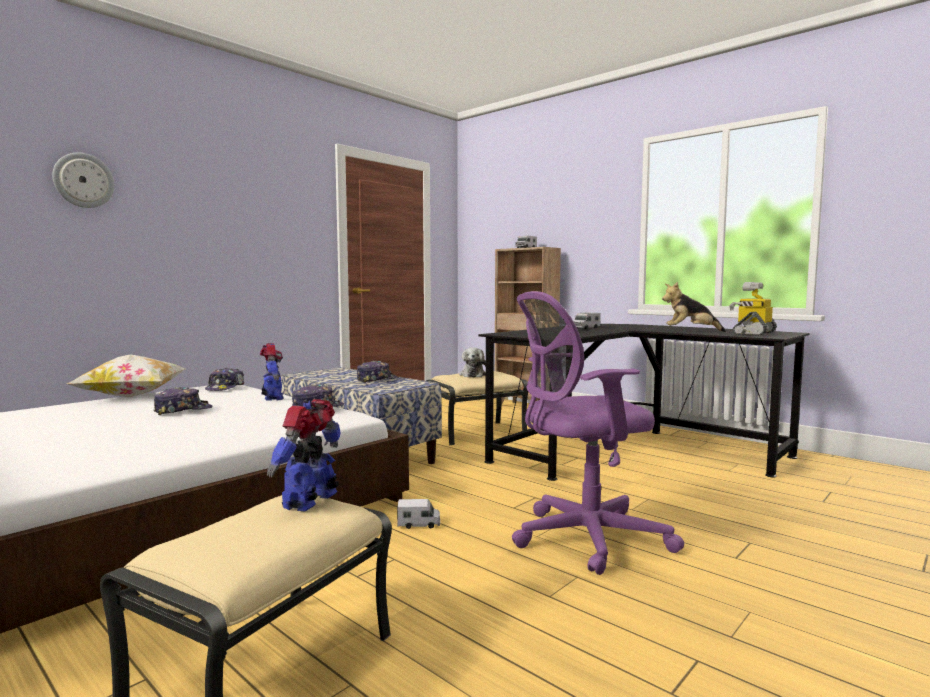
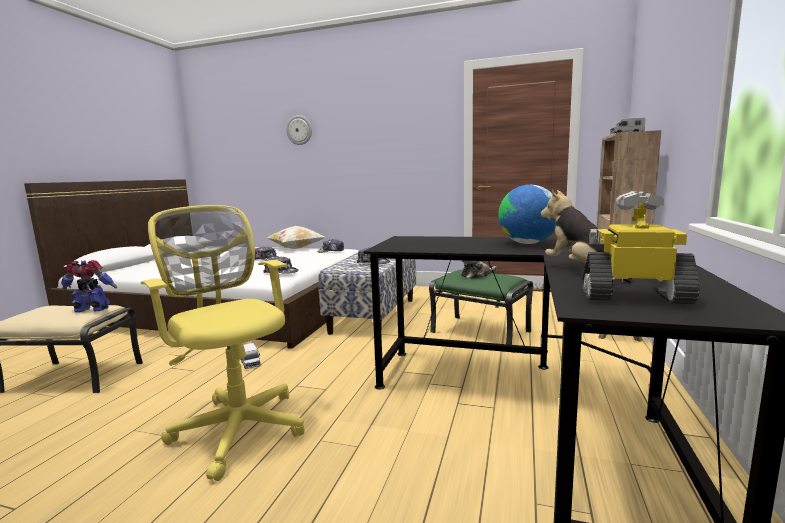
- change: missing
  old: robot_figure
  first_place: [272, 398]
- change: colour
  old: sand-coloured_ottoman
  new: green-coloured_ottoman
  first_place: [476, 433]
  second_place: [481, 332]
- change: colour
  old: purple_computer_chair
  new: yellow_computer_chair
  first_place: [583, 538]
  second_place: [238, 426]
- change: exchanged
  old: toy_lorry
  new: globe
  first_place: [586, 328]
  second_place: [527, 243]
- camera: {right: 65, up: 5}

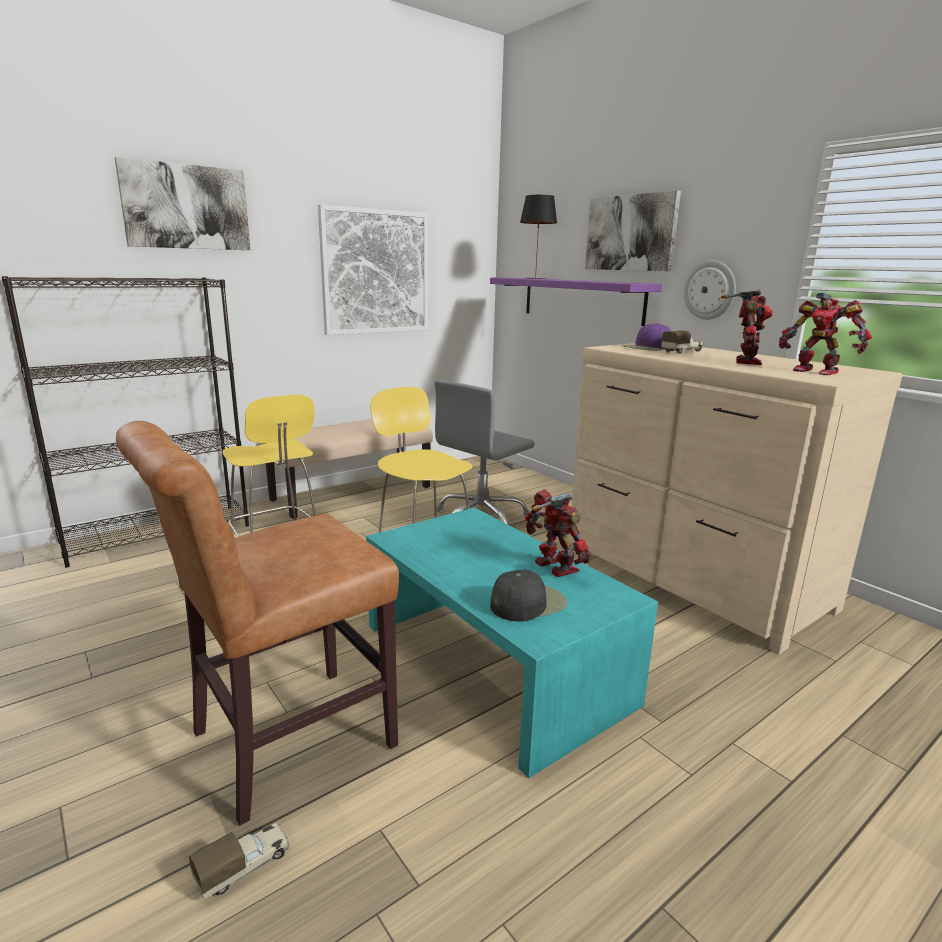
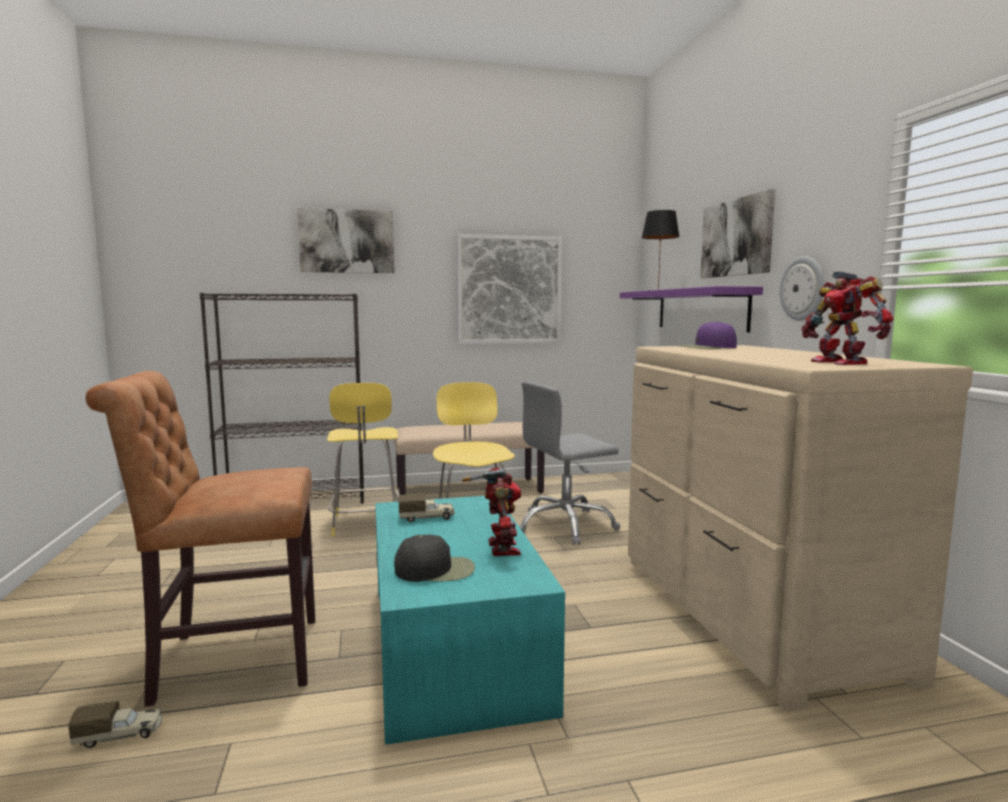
- change: relocated
  old: toy_lorry
  first_place: [682, 351]
  second_place: [427, 518]
- change: missing
  old: robot_figure
  first_place: [745, 361]
- camera: {right: 25, up: -10}

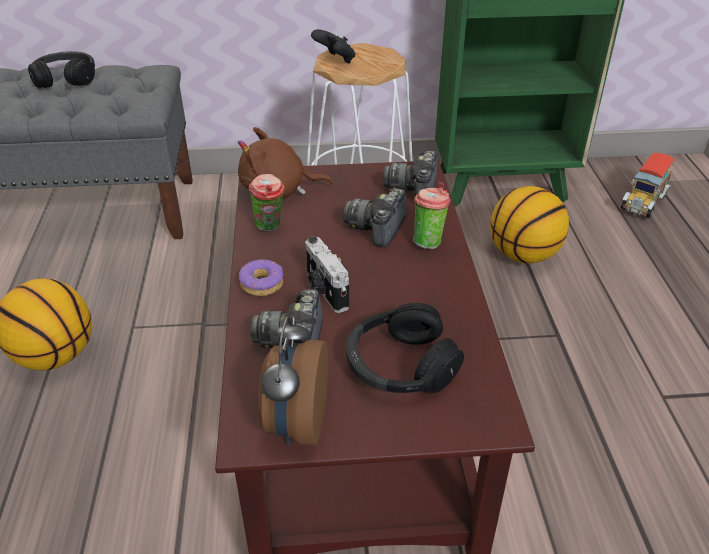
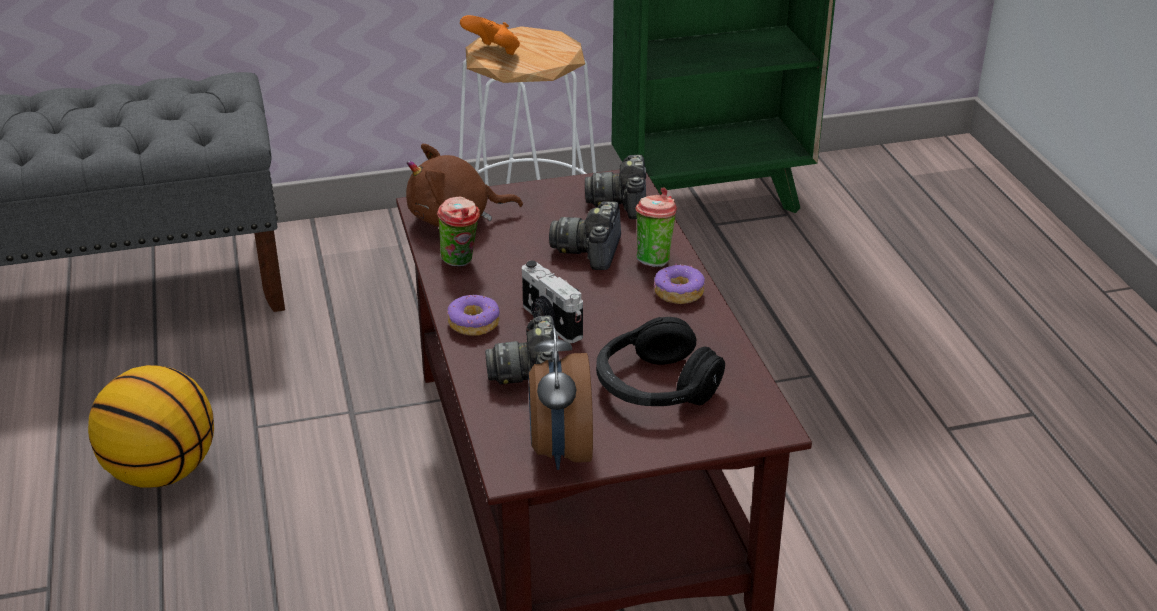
- change: missing
  old: black-coloured_pair_of_headphones
  first_place: [66, 79]
- change: colour
  old: black-coloured_joypad
  new: orange-coloured_joypad
  first_place: [335, 60]
  second_place: [493, 52]
- change: missing
  old: basketball
  first_place: [523, 254]
- change: missing
  old: toy_lorry
  first_place: [642, 203]
- change: appeared
  new: doughnut
  second_place: [678, 292]
- camera: {right: -10, up: -5}

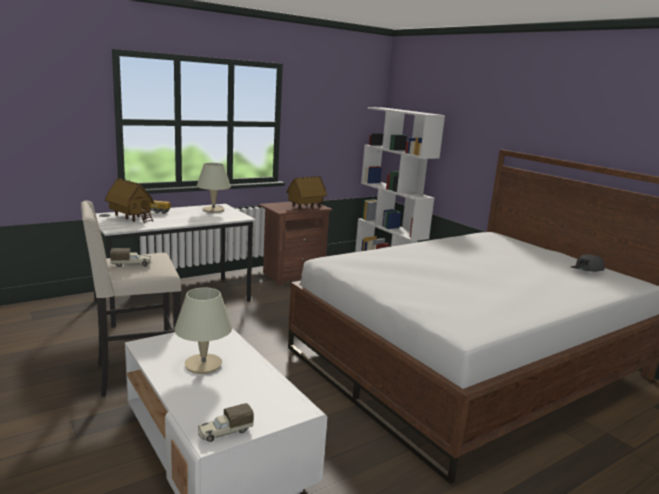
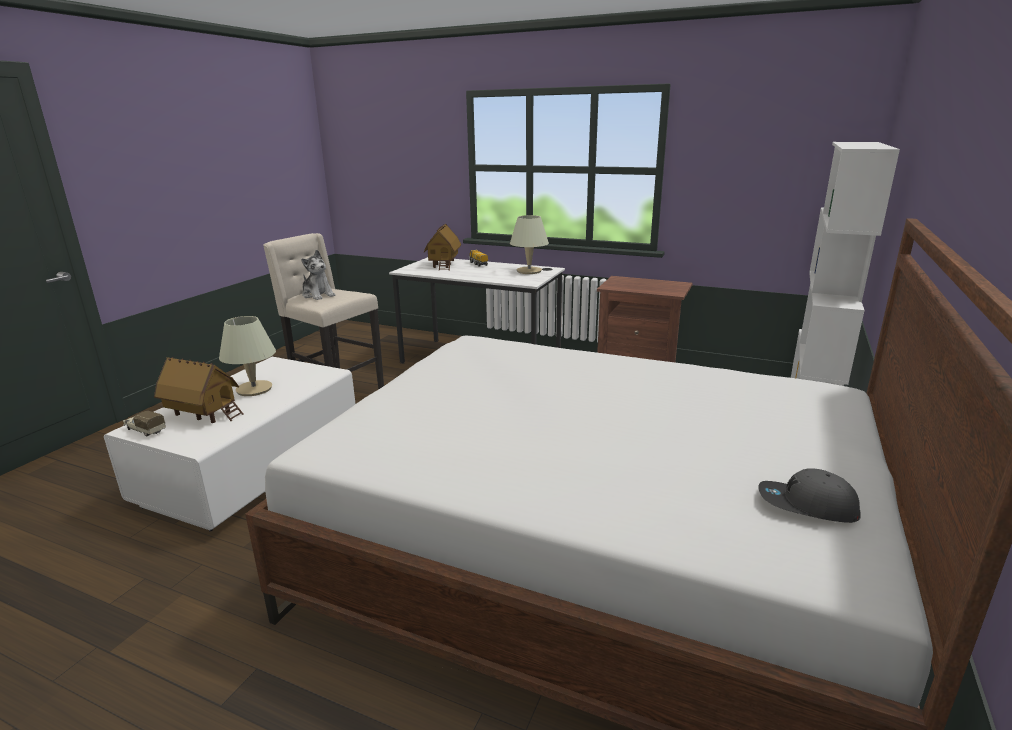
- change: exchanged
  old: toy_lorry
  new: soft_toy
  first_place: [131, 264]
  second_place: [318, 295]
- change: relocated
  old: miniature_house
  first_place: [306, 207]
  second_place: [203, 415]
- camera: {right: 60, up: 5}

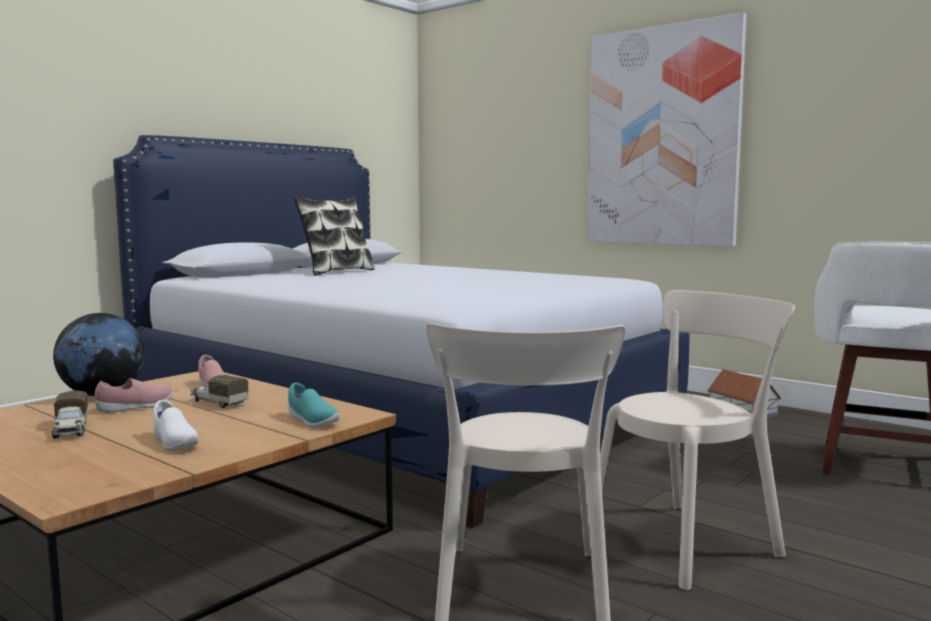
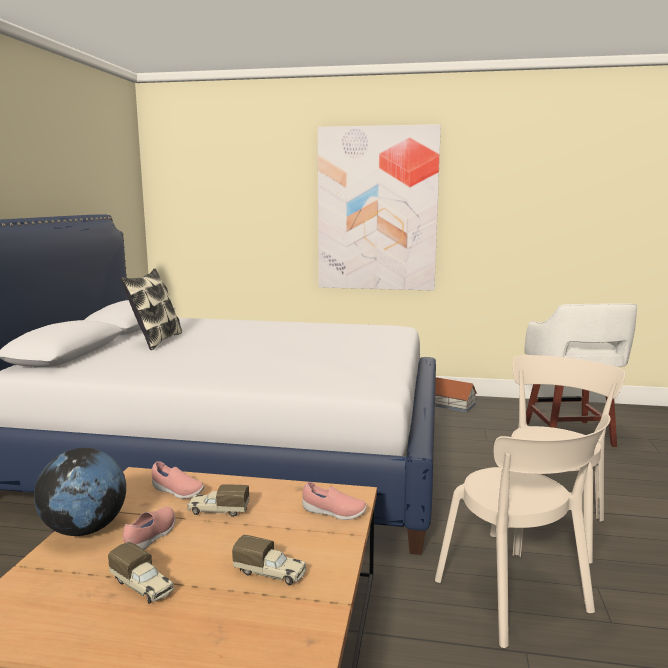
- change: exchanged
  old: whitish_shoe
  new: toy_lorry
  first_place: [173, 443]
  second_place: [271, 573]
- change: colour
  old: turquoise_shoe
  new: pink-coloured_shoe
  first_place: [311, 421]
  second_place: [333, 513]
- camera: {right: -30, up: 5}

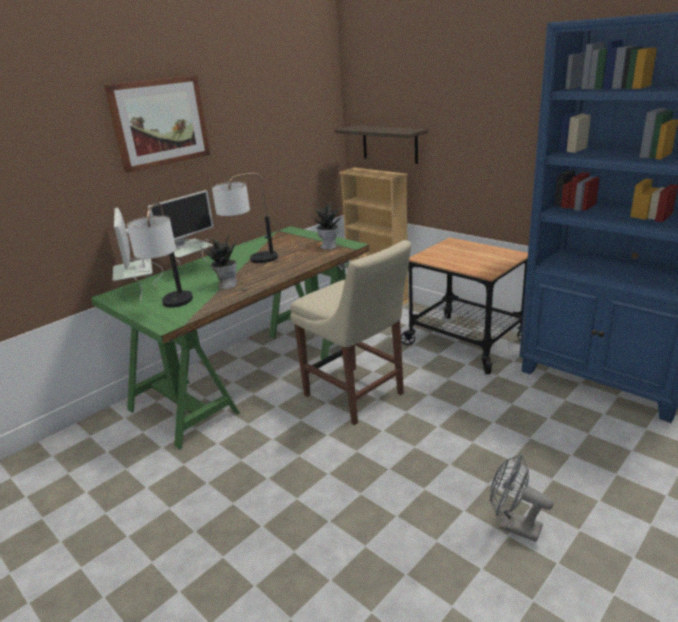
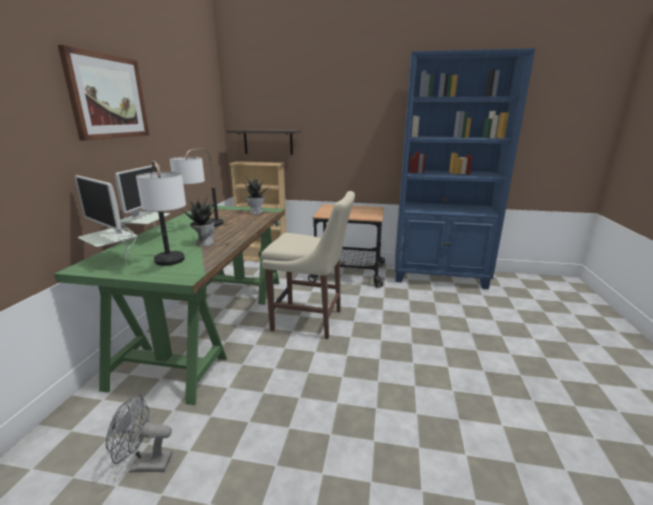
- change: relocated
  old: gray_cooling_fan
  first_place: [513, 526]
  second_place: [144, 464]
- camera: {right: -35, up: -5}

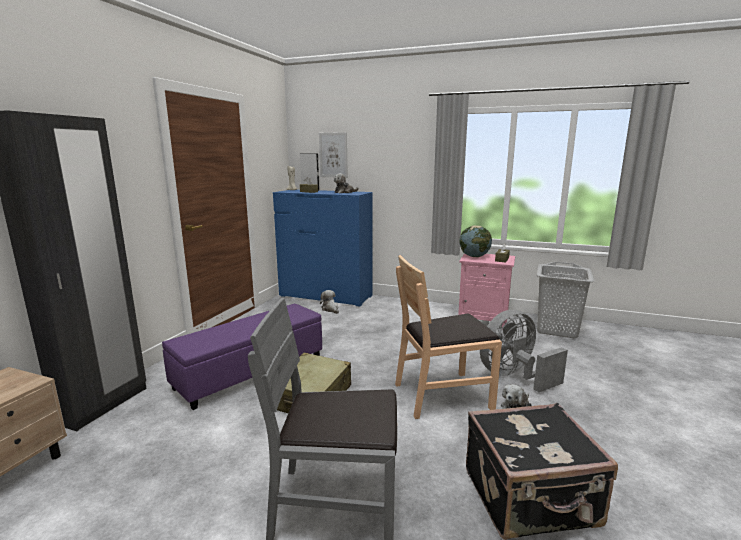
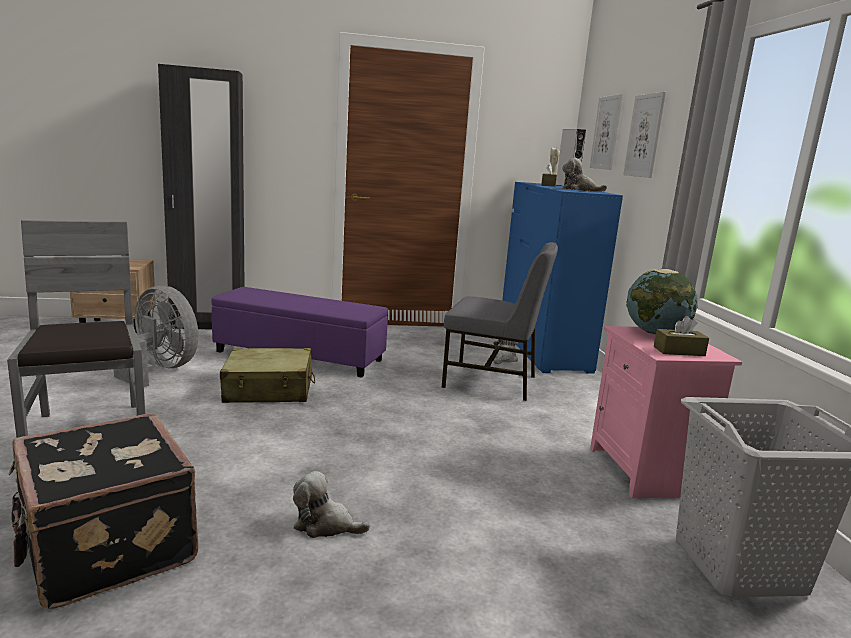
- change: missing
  old: brown_plain_chair
  first_place: [442, 395]
- change: relocated
  old: gray_cooling_fan
  first_place: [514, 376]
  second_place: [159, 370]
- change: appeared
  new: gray_plain_chair
  second_place: [492, 381]
- change: appeared
  new: picture
  second_place: [644, 135]
- camera: {right: 60, up: 0}

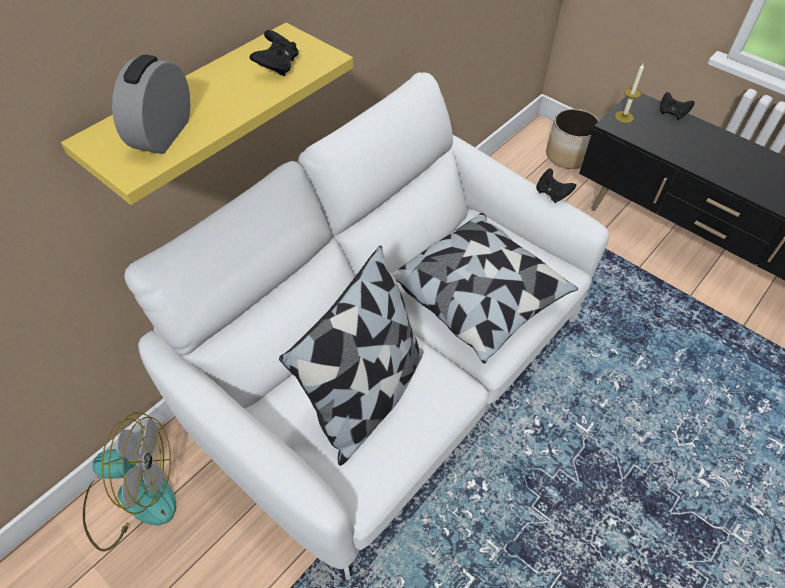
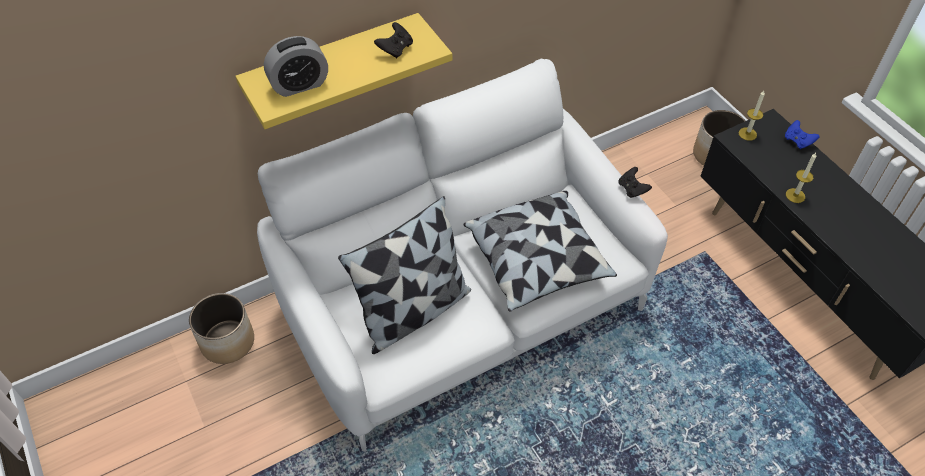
- change: exchanged
  old: cooling_fan
  new: flower_pot
  first_place: [133, 496]
  second_place: [228, 341]
- change: spun
  old: alarm_clock
  first_place: [163, 134]
  second_place: [299, 85]
  degrees: -150
- change: colour
  old: black-coloured_joypad
  new: blue-coloured_joypad
  first_place: [672, 113]
  second_place: [797, 141]
- change: appeared
  new: wax_candle
  second_place: [795, 195]
- camera: {right: 20, up: 0}

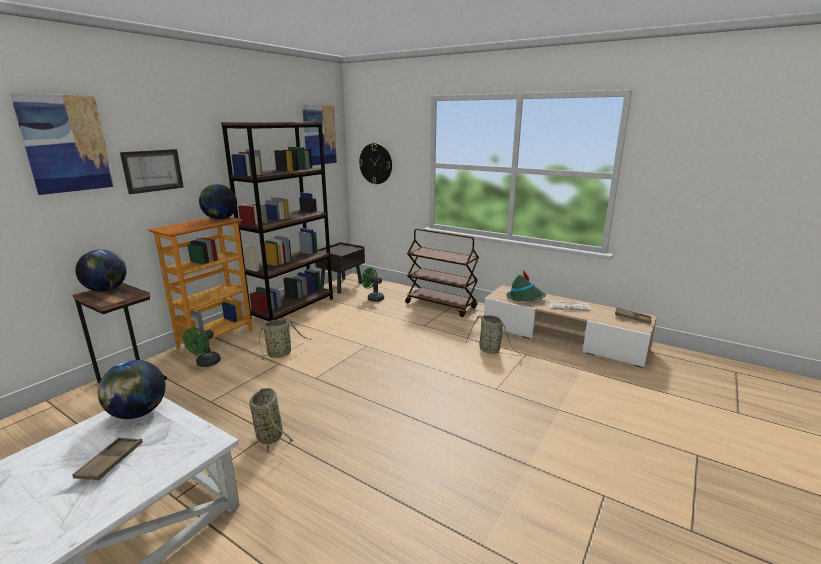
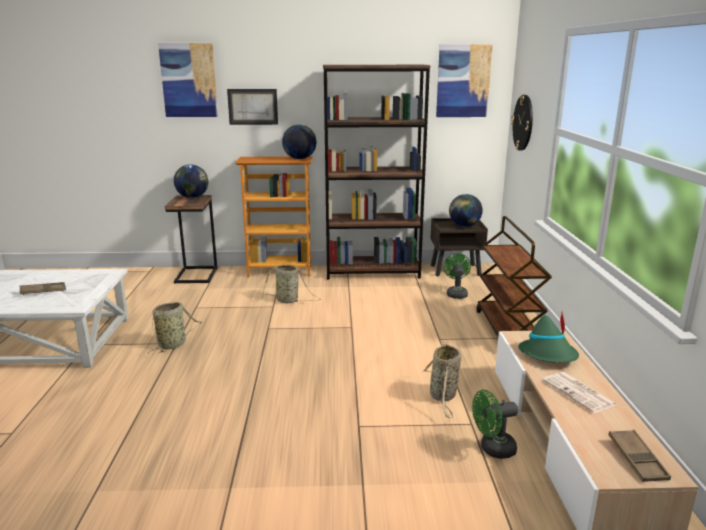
- change: relocated
  old: globe
  first_place: [138, 413]
  second_place: [464, 226]
- change: relocated
  old: green-coloured_cooling_fan
  first_place: [205, 364]
  second_place: [492, 449]
- camera: {right: 55, up: 0}

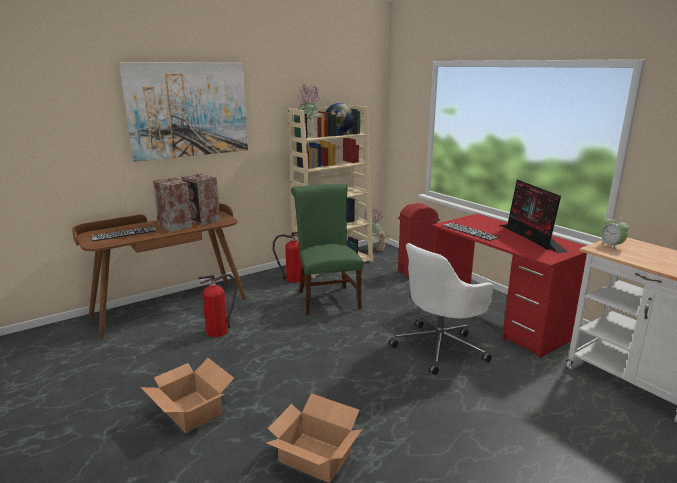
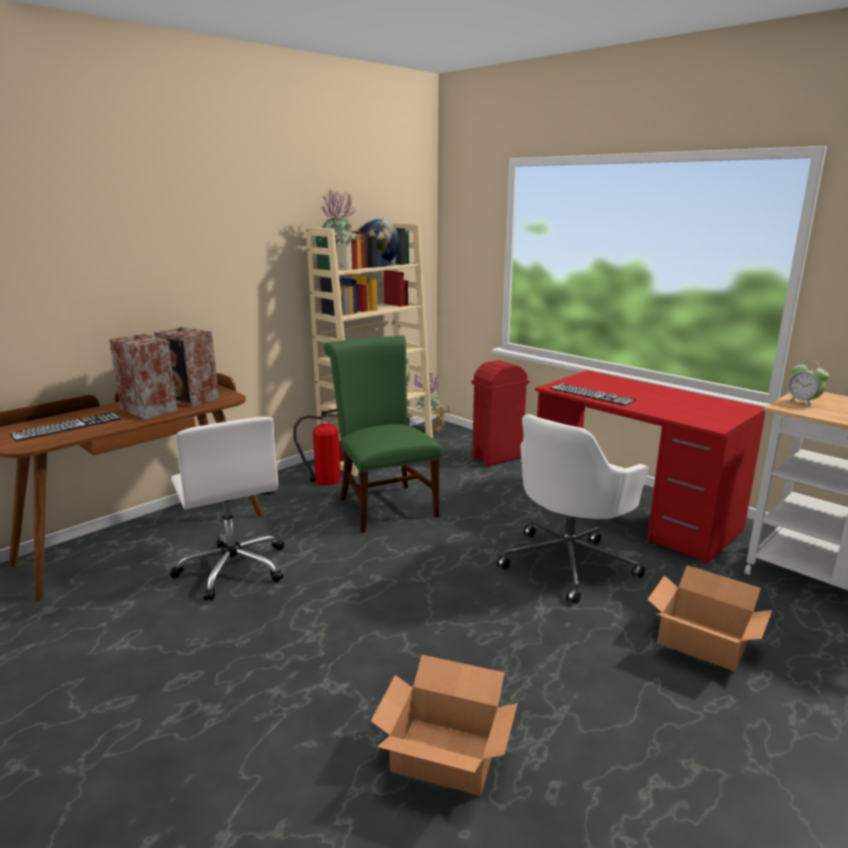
- change: missing
  old: picture
  first_place: [188, 110]
- change: relocated
  old: carton
  first_place: [192, 410]
  second_place: [702, 640]
- change: exchanged
  old: fire-fighting_cylinder
  new: whitish_computer_chair
  first_place: [219, 330]
  second_place: [233, 568]
- change: missing
  old: monitor
  first_place: [531, 238]
- camera: {right: -10, up: 0}

